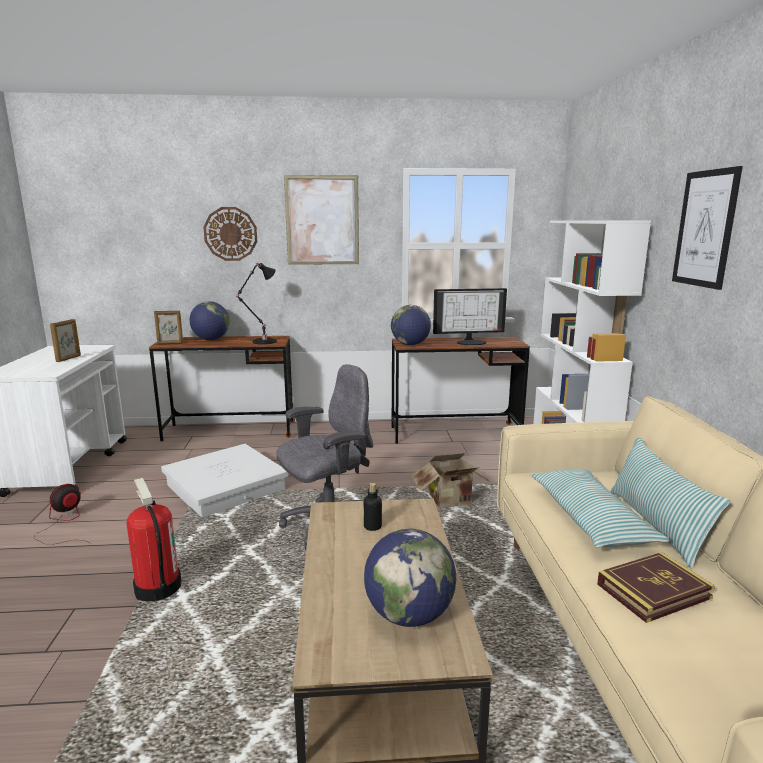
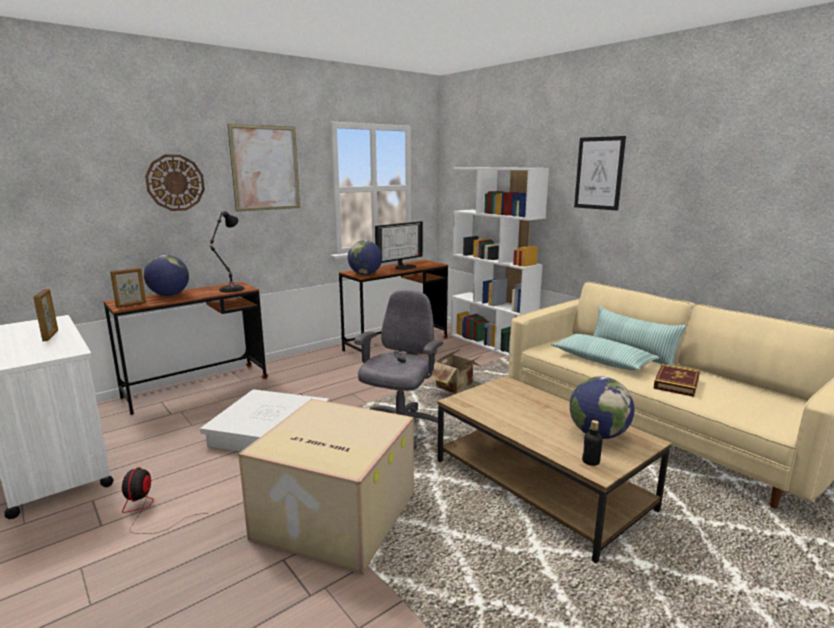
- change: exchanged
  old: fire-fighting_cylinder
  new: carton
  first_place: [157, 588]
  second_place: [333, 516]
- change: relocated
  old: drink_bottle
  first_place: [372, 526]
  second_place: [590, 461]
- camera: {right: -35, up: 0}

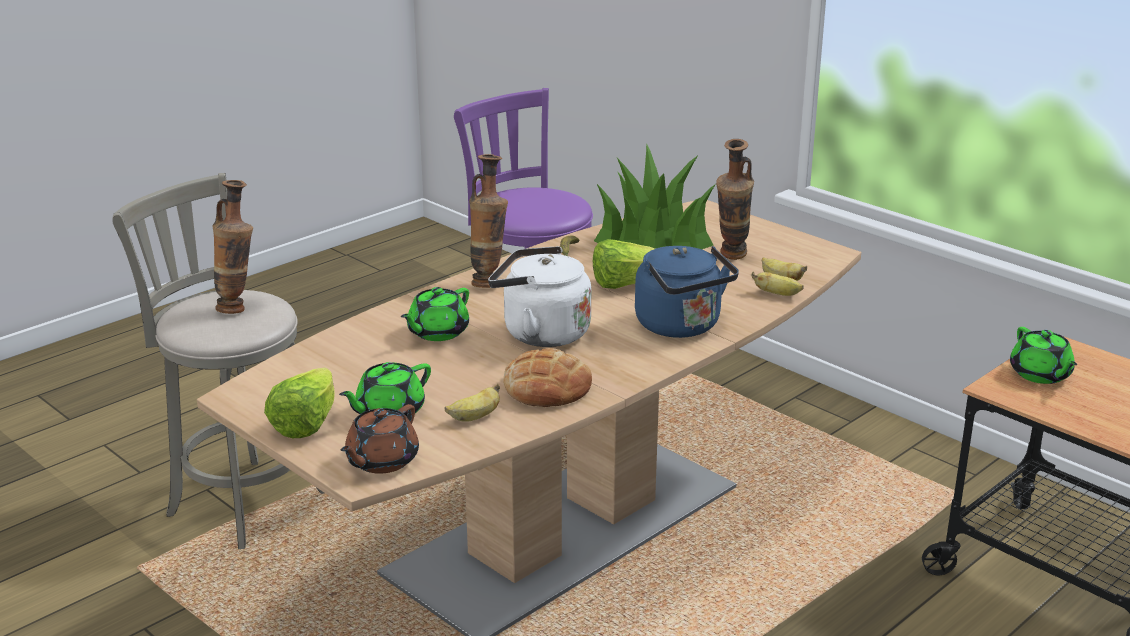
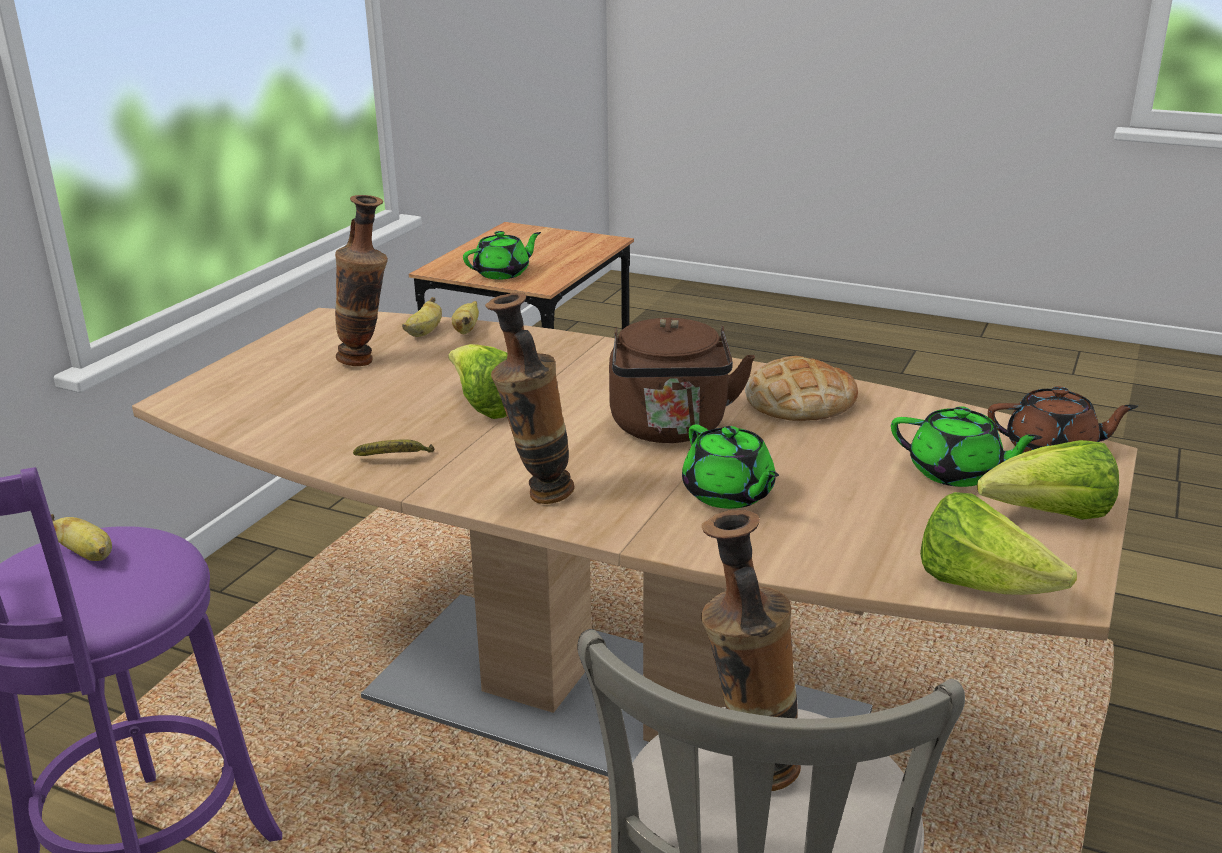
- change: spun
  old: green-coloured_tea_pot
  first_place: [437, 332]
  second_place: [729, 494]
  degrees: 45
- change: relocated
  old: banana_fruit
  first_place: [475, 417]
  second_place: [88, 555]
- change: colour
  old: whitish_kettle
  new: brown_kettle
  first_place: [540, 333]
  second_place: [670, 429]
- change: missing
  old: plant_in_a_pot
  first_place: [654, 243]
- change: missing
  old: blue-coloured_kettle
  first_place: [681, 327]
- change: appeared
  new: lettuce
  second_place: [981, 586]
- camera: {right: -110, up: 0}

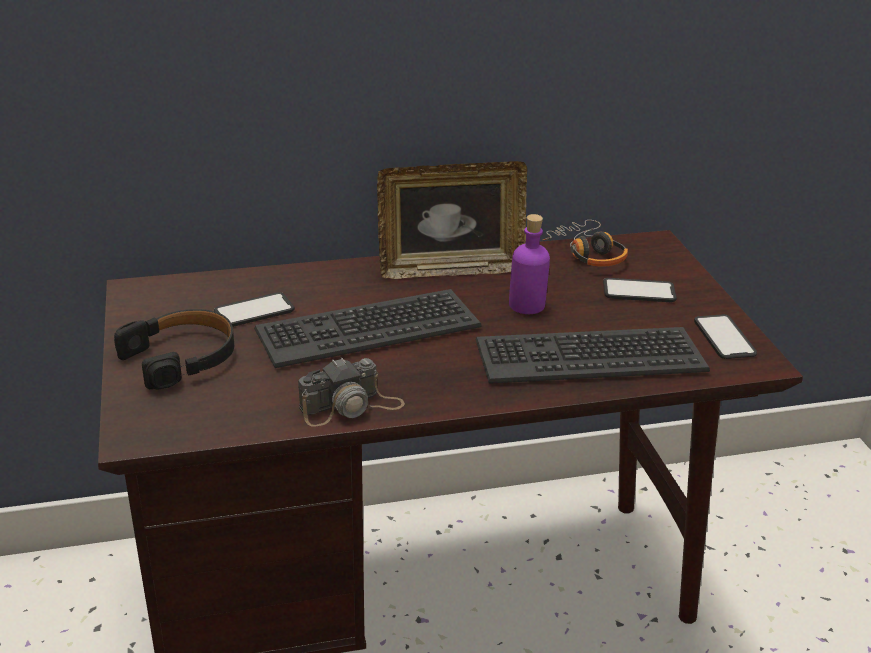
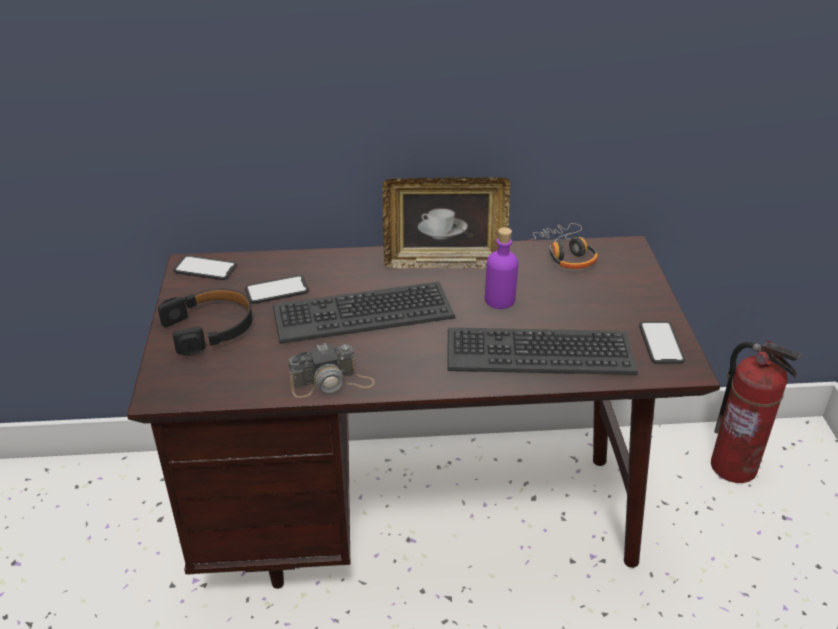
- change: relocated
  old: telephone
  first_place: [639, 291]
  second_place: [205, 268]
- change: appeared
  new: fire-fighting_cylinder
  second_place: [734, 466]
- camera: {right: 10, up: 5}

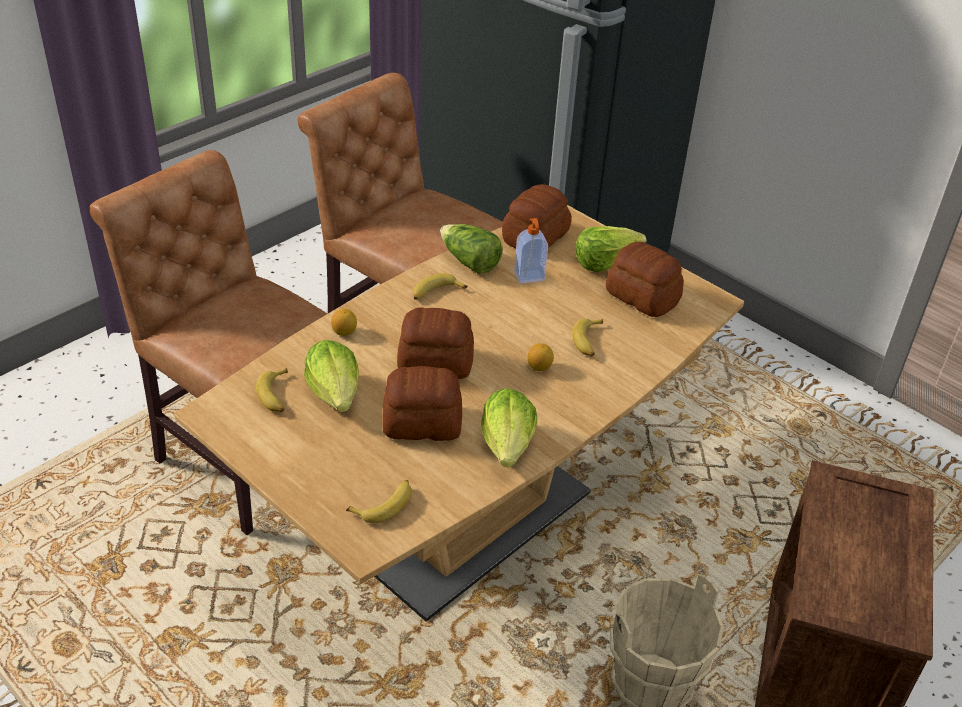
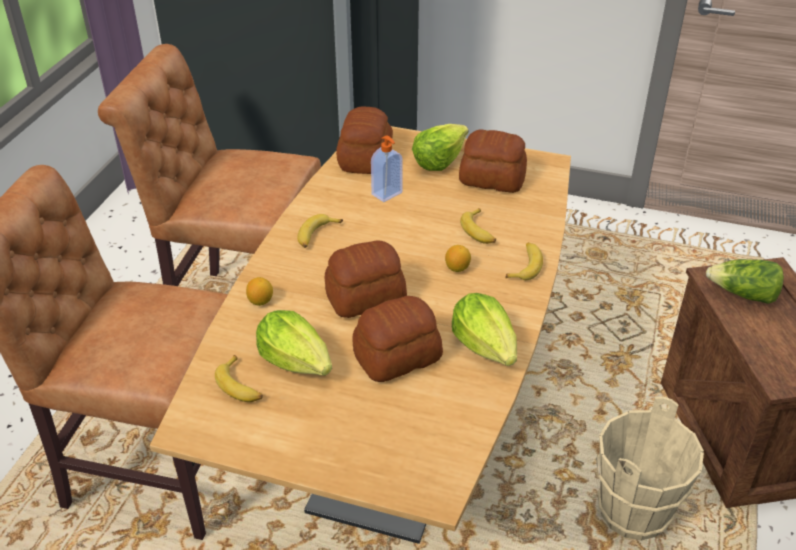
- change: relocated
  old: banana_fruit
  first_place: [384, 505]
  second_place: [525, 266]
- change: relocated
  old: lettuce
  first_place: [469, 262]
  second_place: [743, 294]
- camera: {right: -25, up: 0}

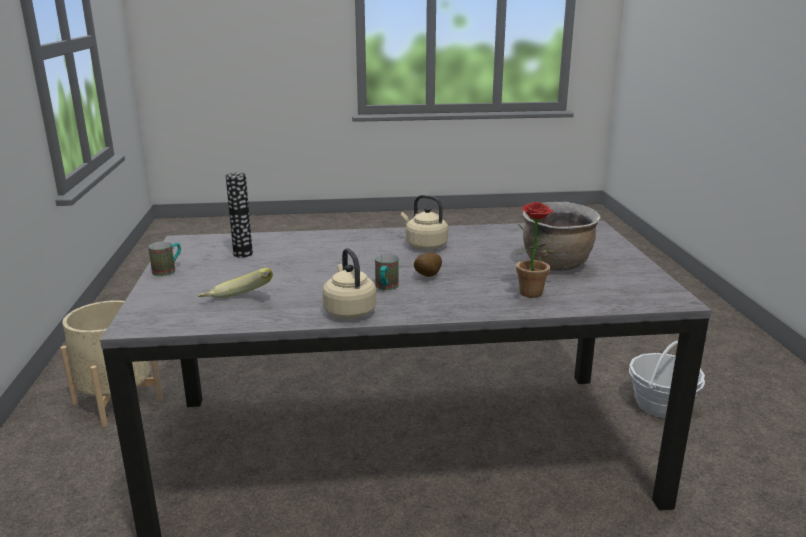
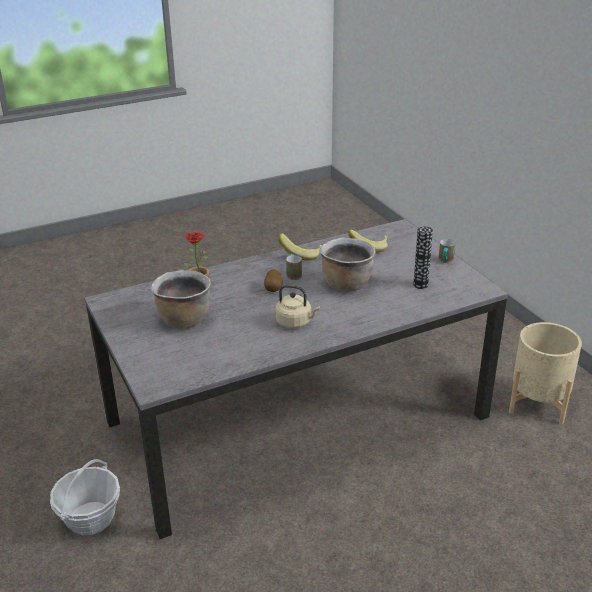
- change: exchanged
  old: sand-coloured_kettle
  new: banana_fruit
  first_place: [349, 311]
  second_place: [301, 255]
- change: appeared
  new: brown_stockpot
  second_place: [346, 284]
- camera: {right: 160, up: 10}

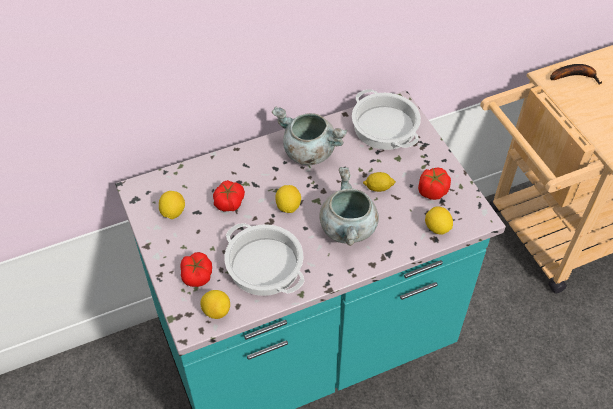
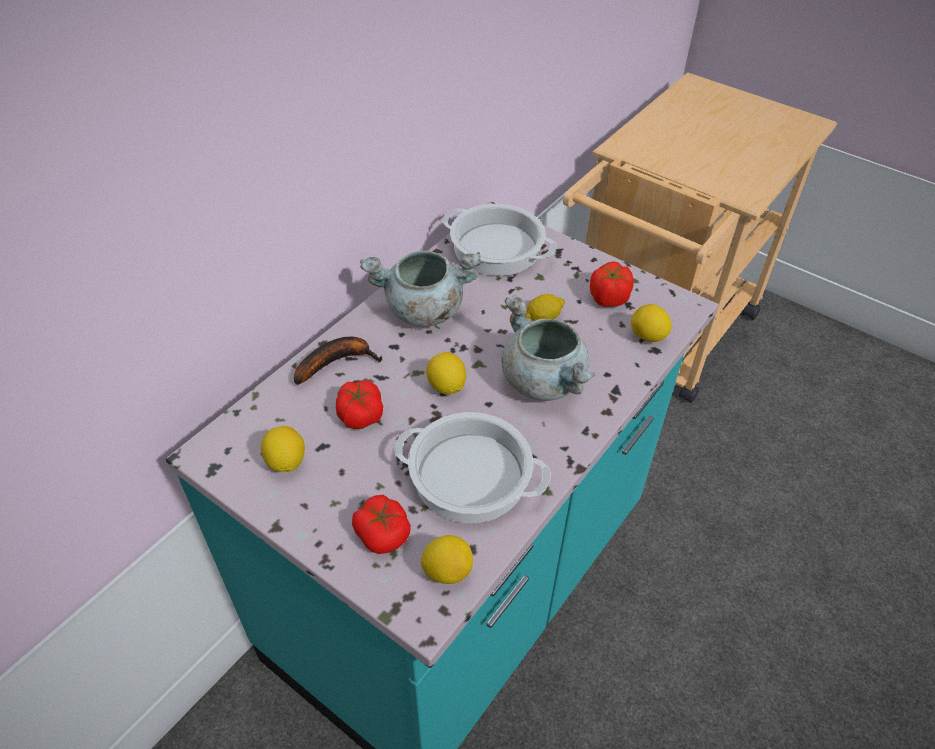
- change: relocated
  old: banana_fruit
  first_place: [575, 76]
  second_place: [337, 362]
- camera: {right: -30, up: -5}

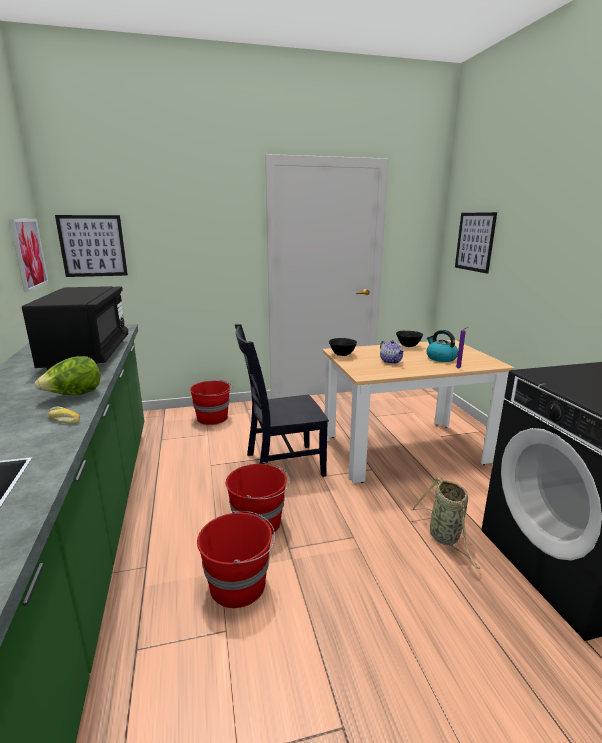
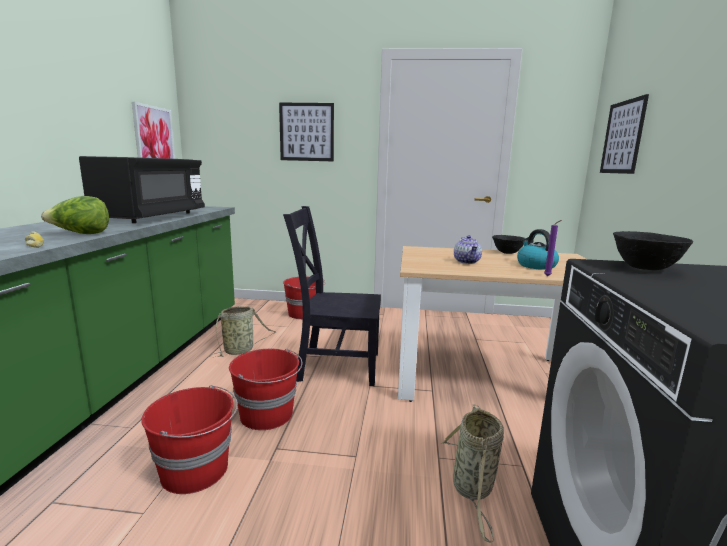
- change: relocated
  old: picture
  first_place: [92, 246]
  second_place: [306, 132]
- change: relocated
  old: black-coloured_deep_dish
  first_place: [342, 355]
  second_place: [645, 268]
- change: appeared
  new: storage_basket
  second_place: [241, 350]
- camera: {right: 20, up: -5}

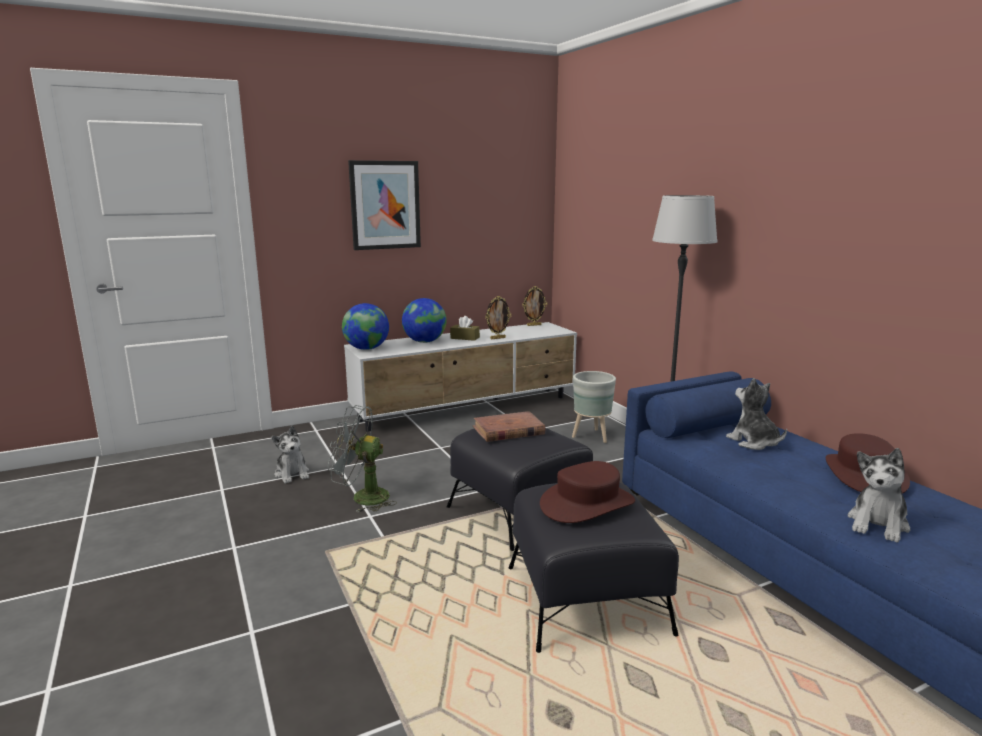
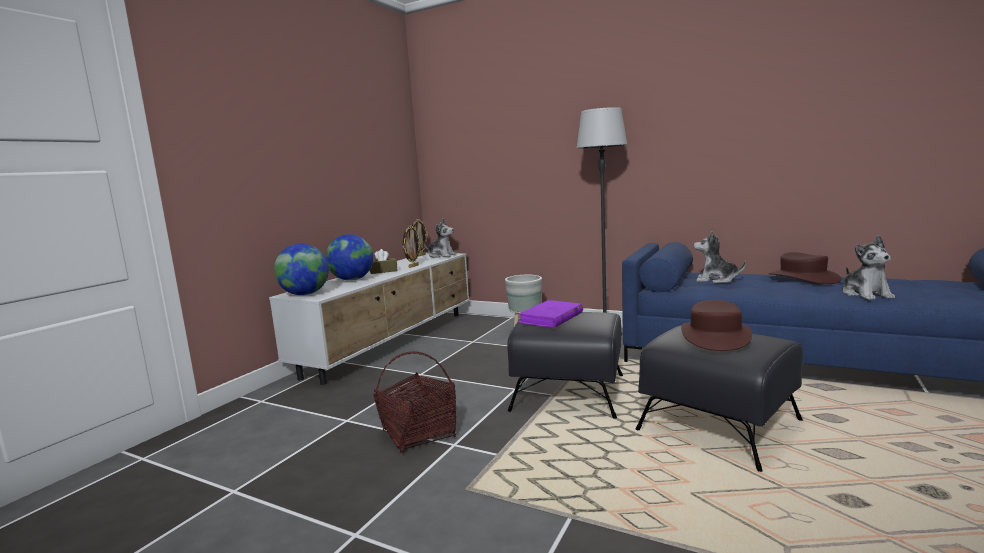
- change: relocated
  old: soft_toy
  first_place: [292, 474]
  second_place: [441, 255]
- change: exchanged
  old: gray_cooling_fan
  new: storage_basket
  first_place: [362, 498]
  second_place: [419, 434]
- change: missing
  old: picture
  first_place: [385, 205]
- change: colour
  old: brown_bound_book
  new: purple_bound_book
  first_place: [508, 430]
  second_place: [551, 317]
- camera: {right: -35, up: -5}

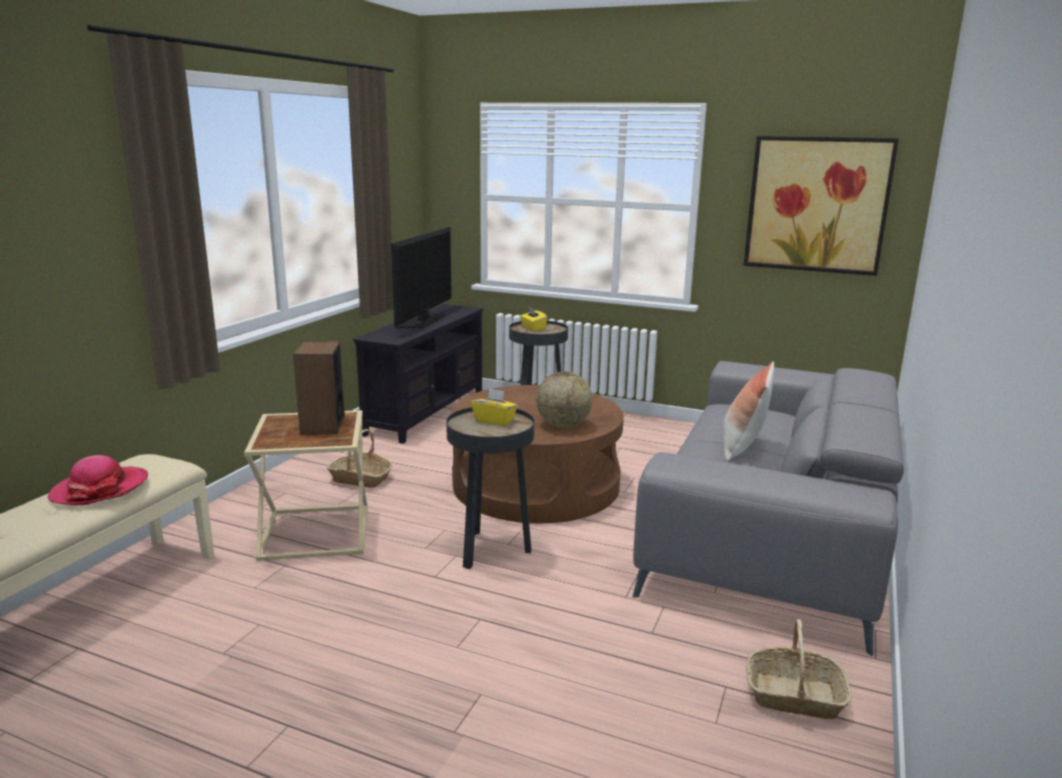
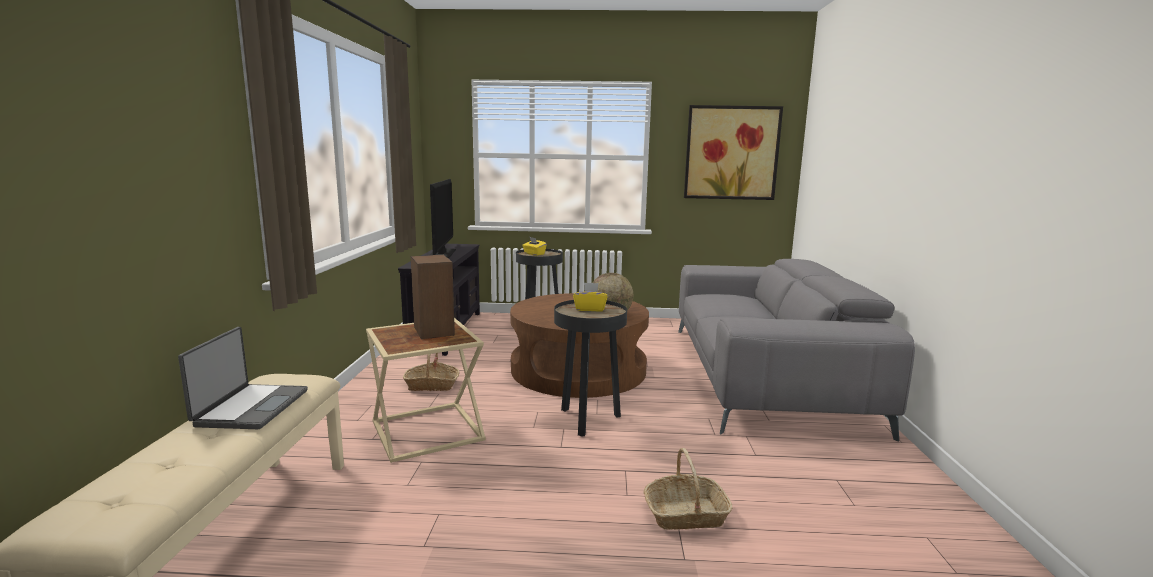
- change: exchanged
  old: clothing_hat
  new: notebook_computer
  first_place: [100, 489]
  second_place: [250, 408]
- change: missing
  old: throw_pillow
  first_place: [742, 448]
- change: relocated
  old: storage_basket
  first_place: [794, 696]
  second_place: [685, 514]
- camera: {right: -20, up: -5}

